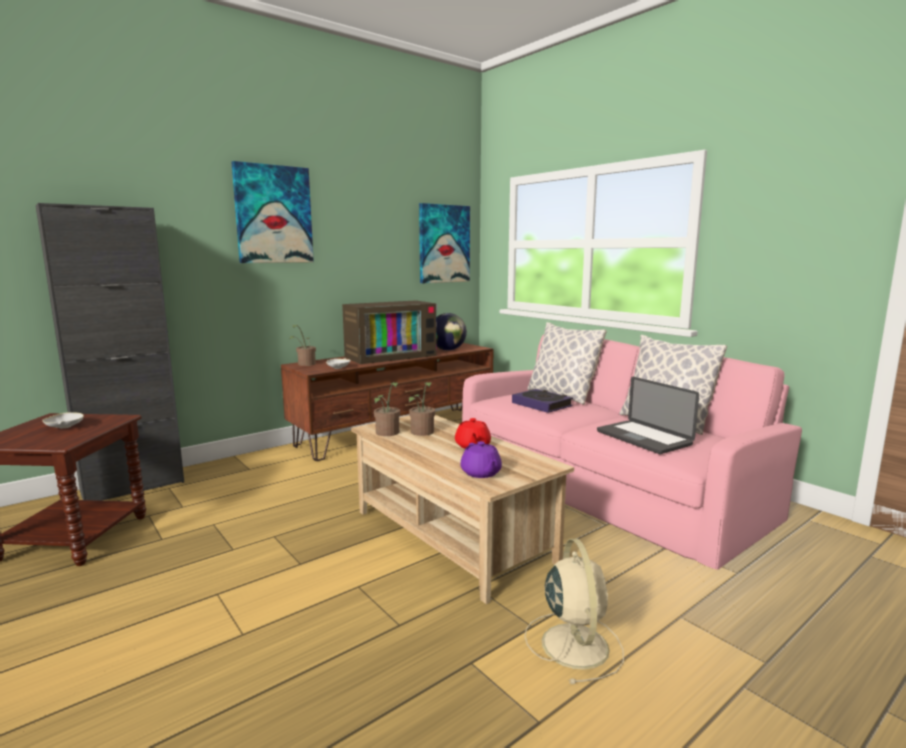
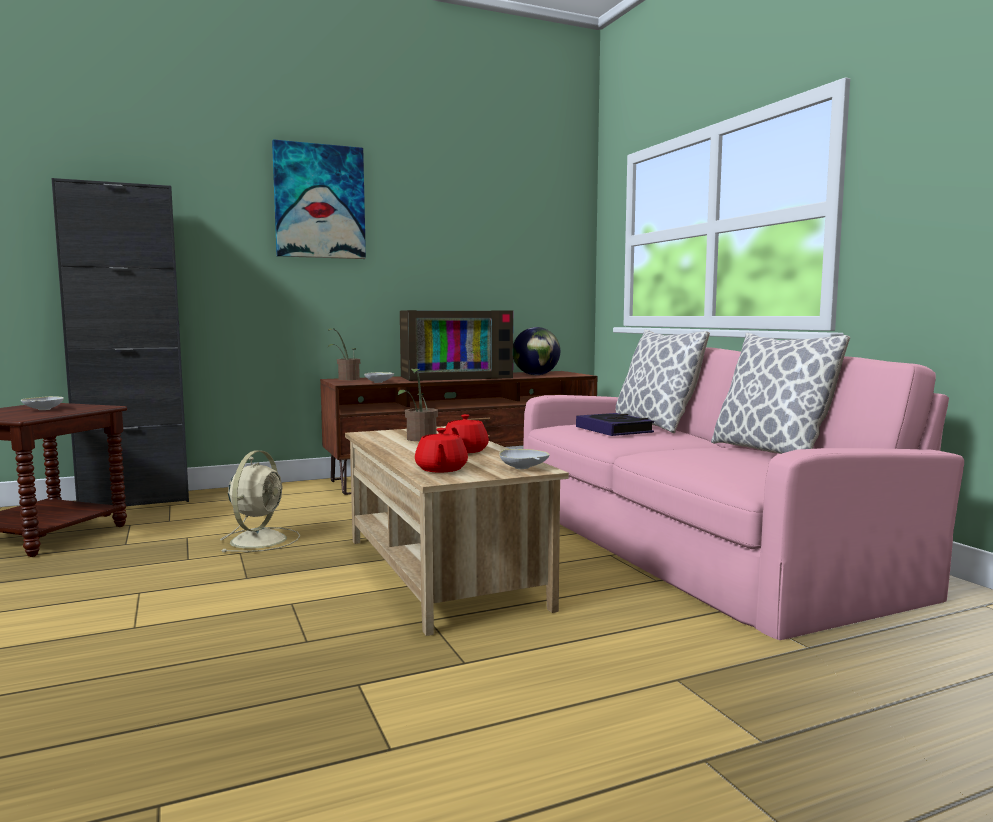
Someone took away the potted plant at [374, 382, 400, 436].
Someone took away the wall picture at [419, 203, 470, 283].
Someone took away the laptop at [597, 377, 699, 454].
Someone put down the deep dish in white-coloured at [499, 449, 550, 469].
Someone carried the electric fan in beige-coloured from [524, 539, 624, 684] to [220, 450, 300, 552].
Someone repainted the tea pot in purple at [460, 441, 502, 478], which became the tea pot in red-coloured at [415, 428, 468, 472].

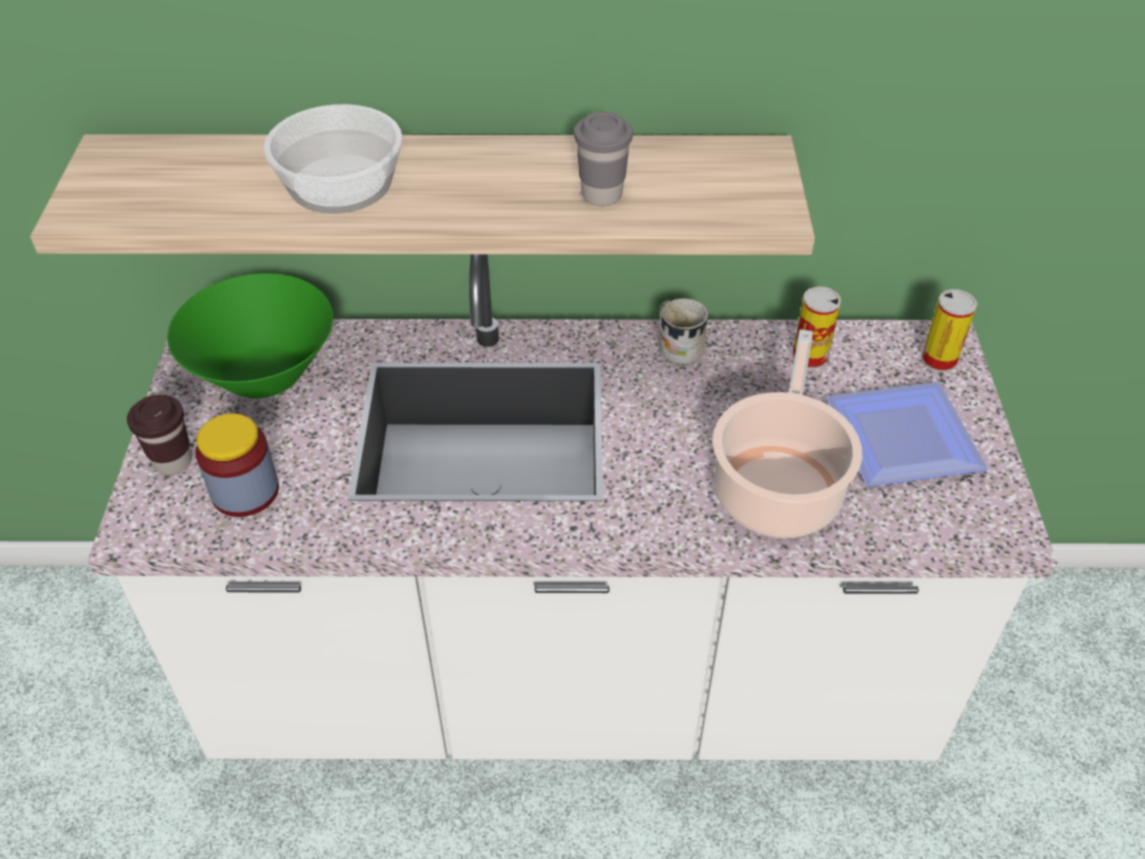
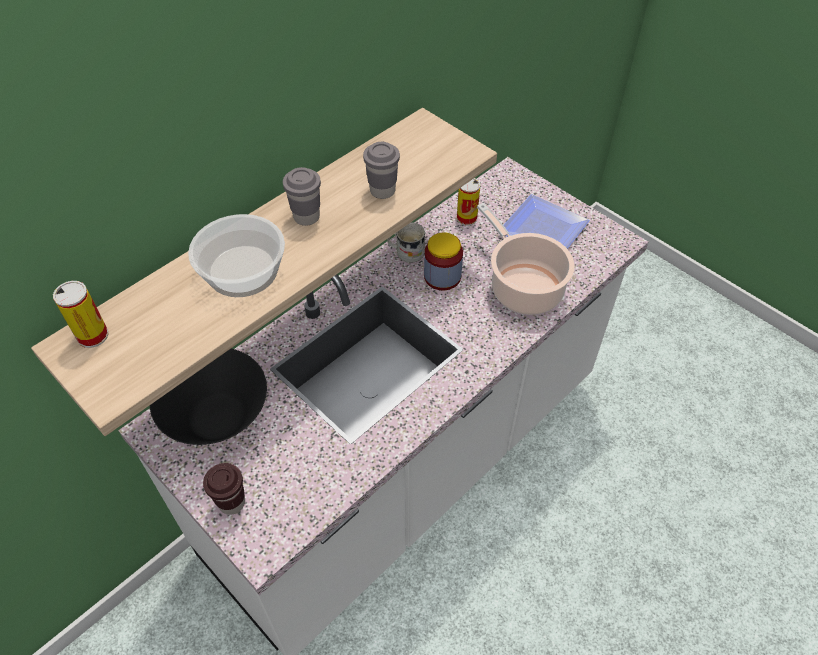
Someone put down the small cup in gray at [283, 167, 321, 226].
Someone carried the storage jar from [195, 413, 279, 517] to [424, 232, 463, 290].
Someone carried the metal can from [921, 289, 977, 372] to [53, 281, 108, 348].
Someone repainted the deep dish in green-coloured at [167, 273, 333, 398], which became the deep dish in black-coloured at [150, 349, 267, 445].

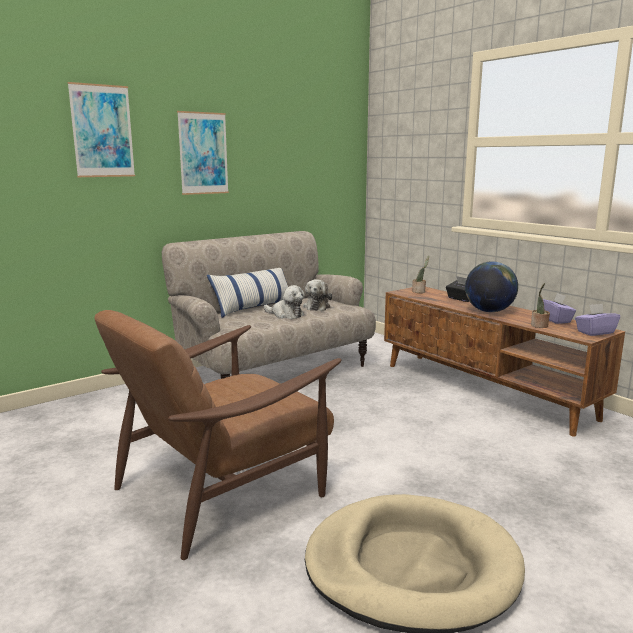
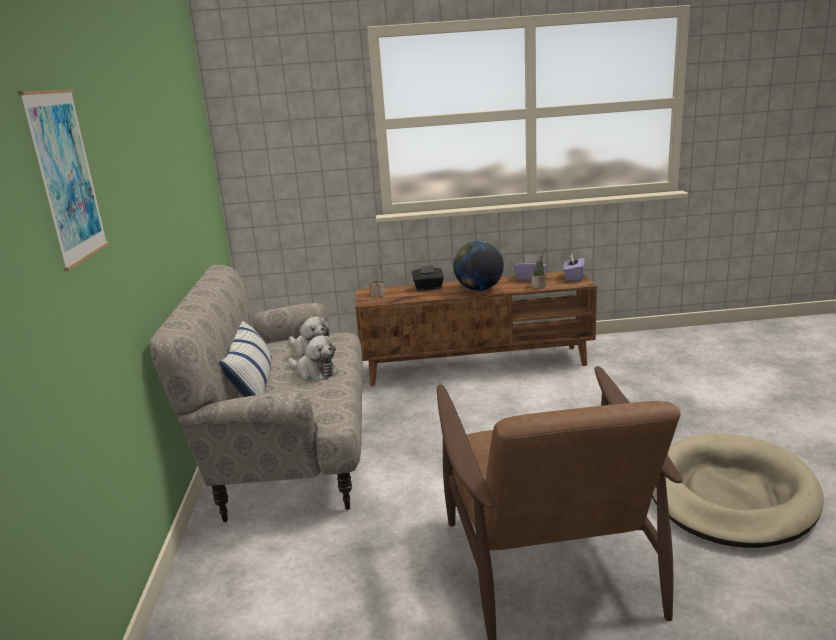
Someone took away the wall picture at [177, 111, 229, 195].
Someone rotated the plush toy at [264, 285, 305, 319] by 60 degrees clockwise.

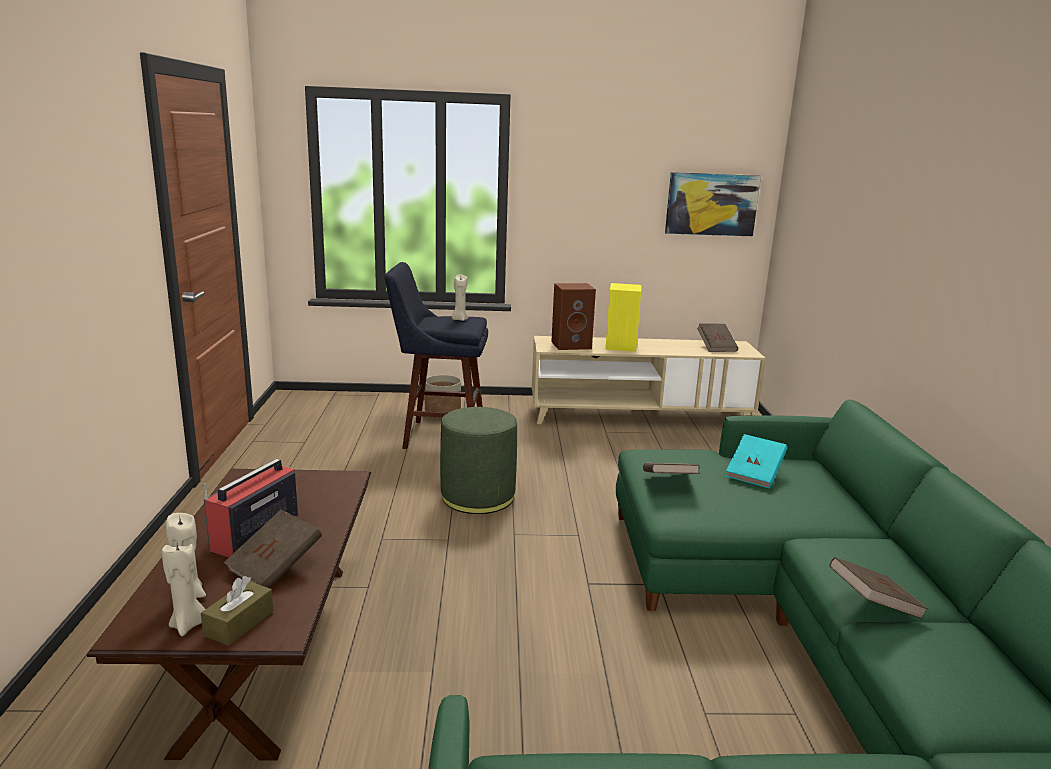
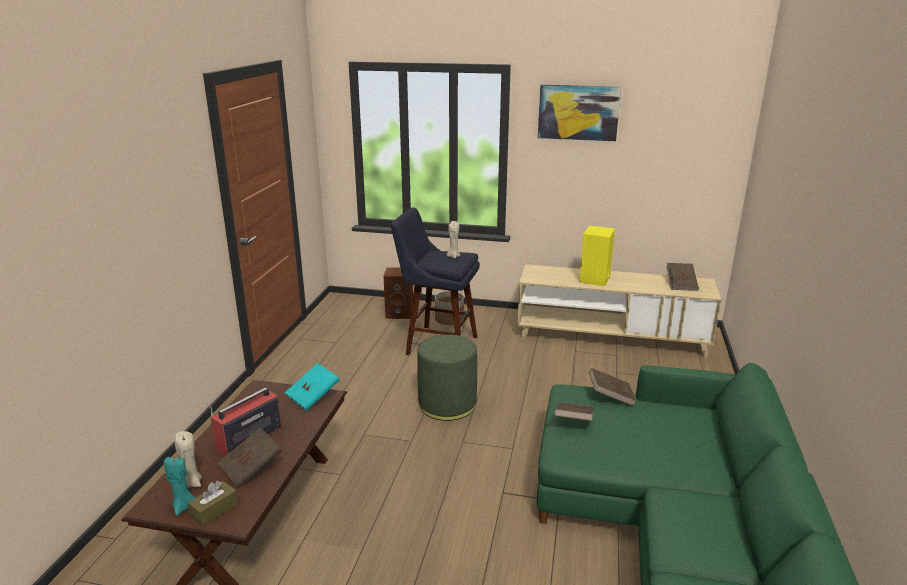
Someone carried the loudspeaker in brown-coloured from [551, 283, 596, 350] to [383, 267, 413, 319].
Someone carried the wall picture from [665, 172, 761, 236] to [538, 85, 621, 141].
Someone carried the book in turquoise-coloured from [726, 434, 788, 489] to [285, 363, 339, 411].
Someone carried the book in brown-coloured from [829, 557, 928, 619] to [589, 368, 637, 406].
Someone repainted the wax candle in beige-coloured at [162, 544, 205, 636], which became the wax candle in turquoise-coloured at [164, 457, 195, 516].

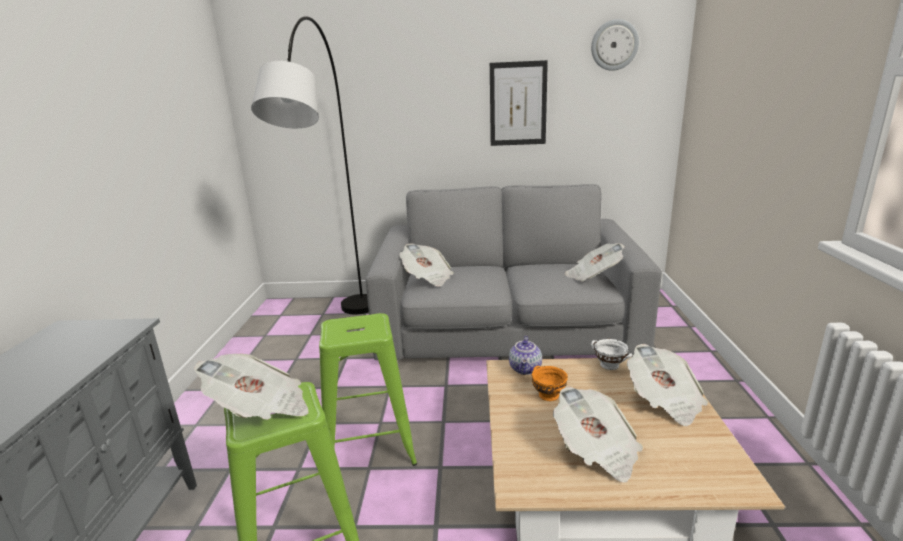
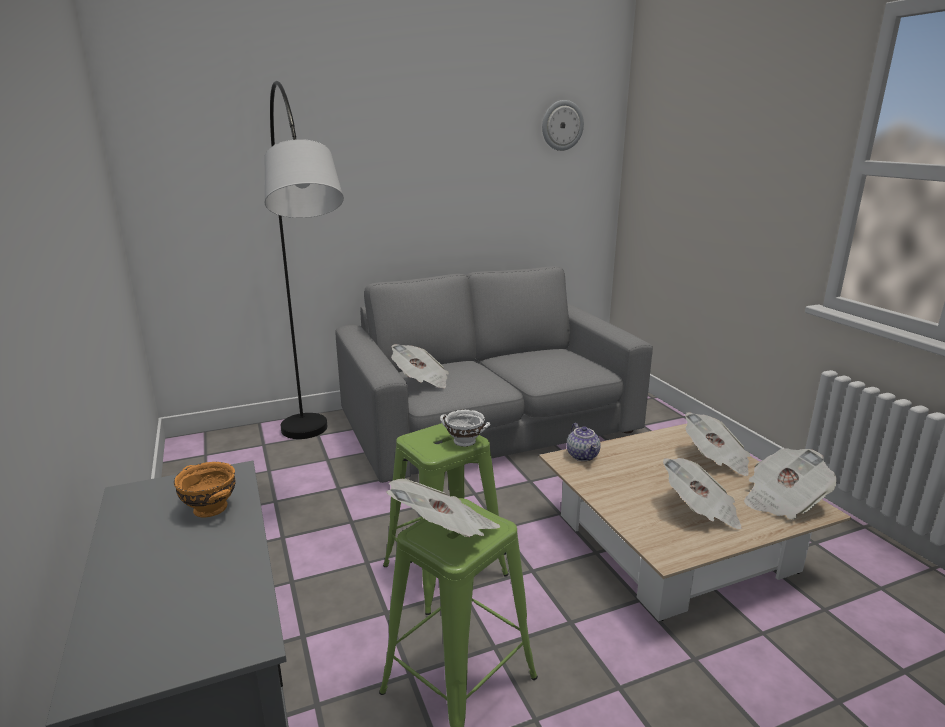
Someone took away the wall picture at [490, 60, 548, 146].
Someone carried the deep dish in orange-coloured from [532, 366, 568, 401] to [174, 462, 235, 517].
Someone carried the daily paper from [565, 243, 625, 282] to [744, 448, 837, 519].
Someone carried the deep dish in white-coloured from [591, 339, 632, 370] to [440, 410, 490, 447].

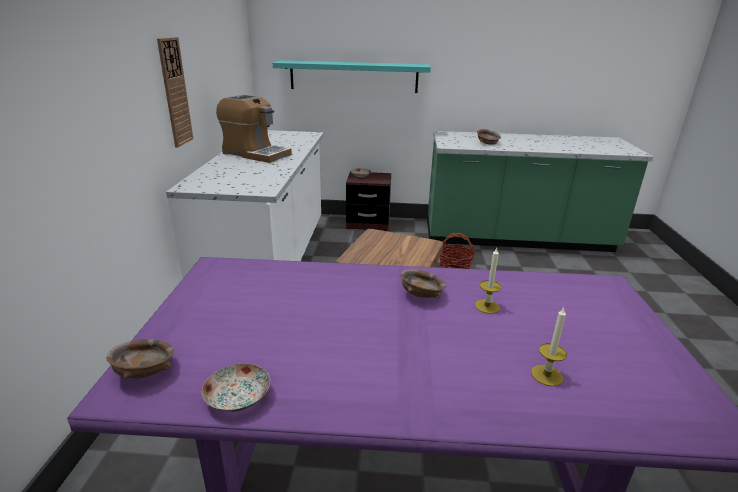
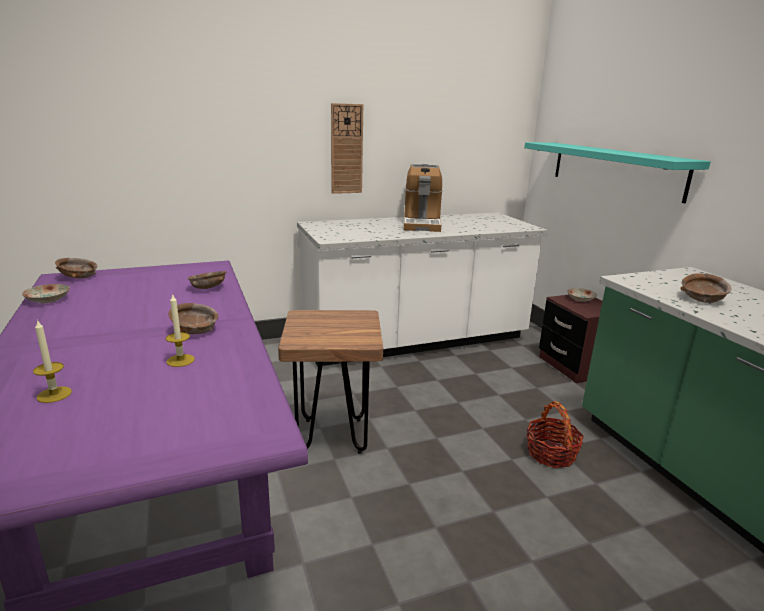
Someone put down the deep dish in brown-coloured at [187, 271, 226, 289].

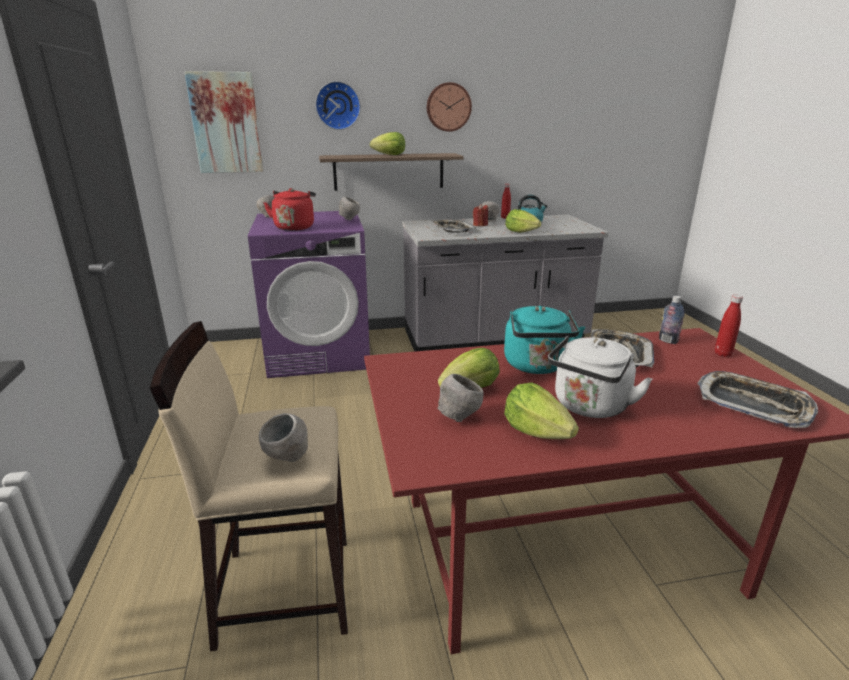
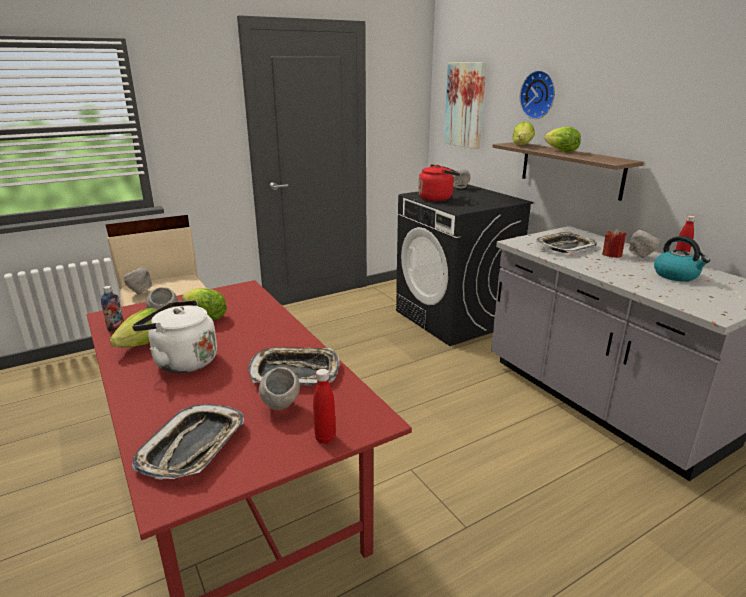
Someone took away the wall clock at [427, 82, 472, 132].
Someone took away the tea kettle in turquoise-coloured at [504, 306, 585, 374].
Someone carried the deep dish in gray from [339, 197, 360, 220] to [259, 367, 300, 410].
Someone carried the lettuce head from [505, 209, 541, 233] to [512, 122, 535, 145].
Someone carried the bottle from [659, 296, 685, 344] to [101, 286, 124, 331].
Someone repainted the laundry appliance in purple at [248, 211, 370, 378], which became the laundry appliance in black-coloured at [396, 184, 533, 346].

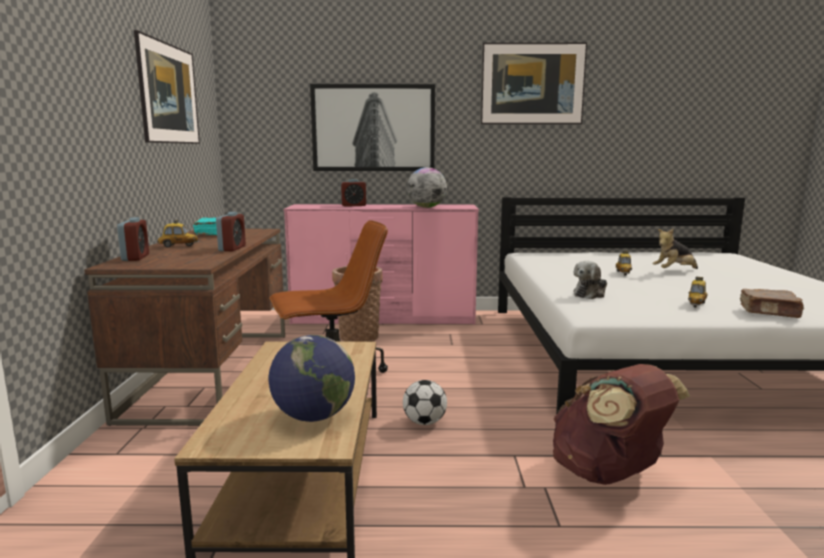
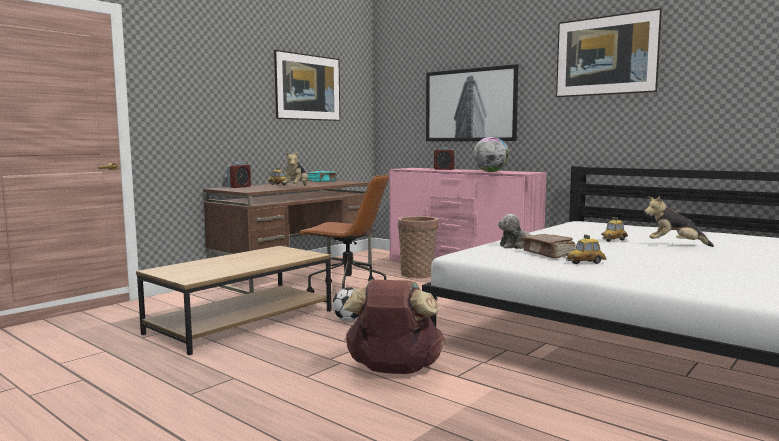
Someone took away the globe at [269, 335, 355, 422].
Someone carried the book in brown-coloured from [740, 289, 804, 318] to [522, 234, 576, 259].
Someone swapped the table clock at [216, 212, 246, 251] for the plush toy at [283, 151, 308, 186].

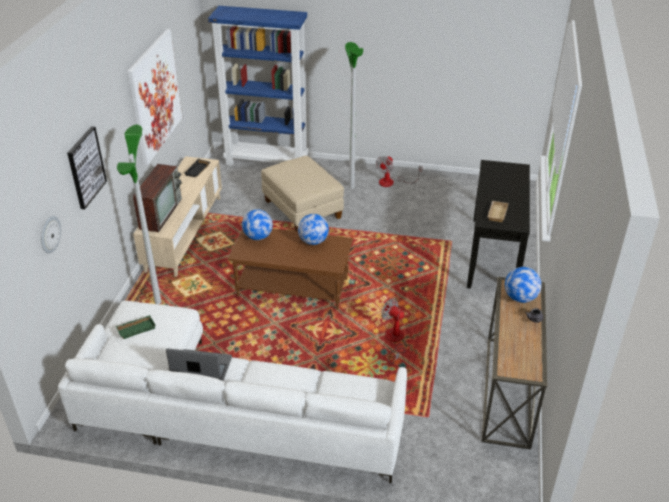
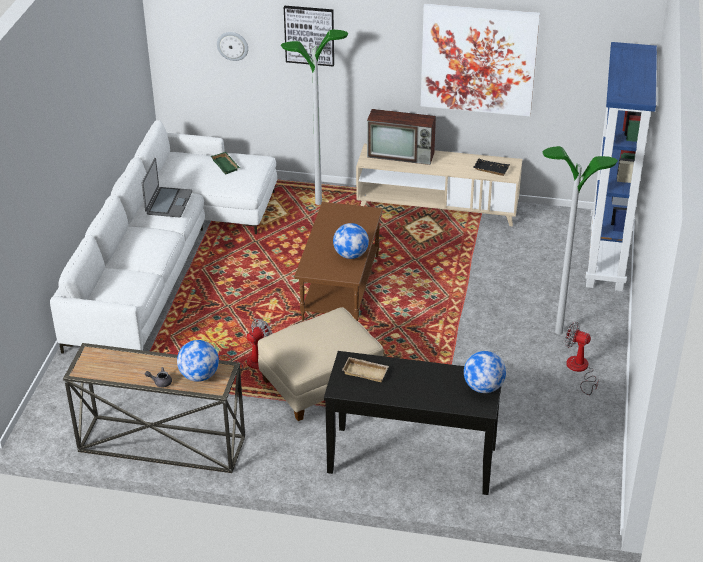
Someone carried the globe from [242, 209, 273, 240] to [464, 351, 506, 393].
Someone carried the footrest in beige-coloured from [261, 156, 344, 231] to [258, 307, 383, 421].

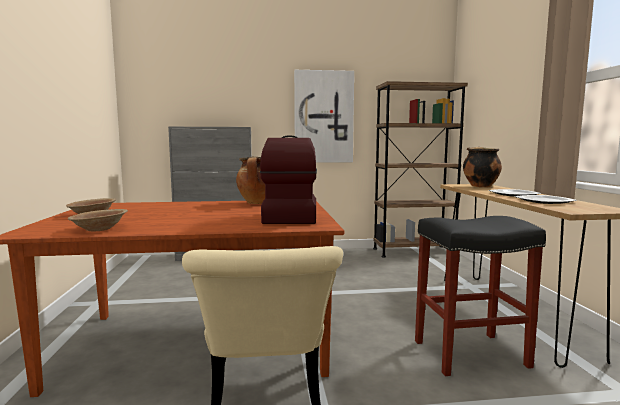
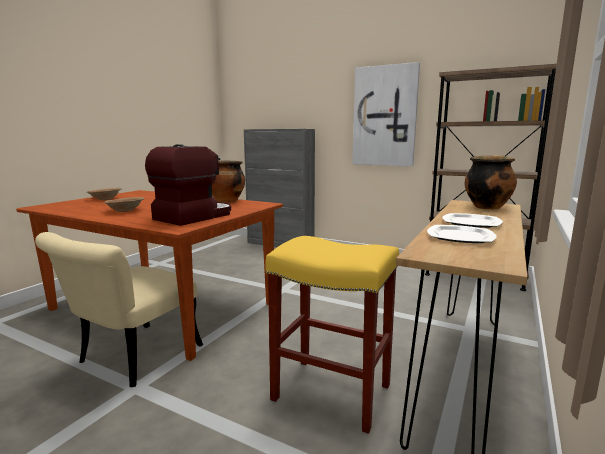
Someone carried the deep dish in brown-coloured from [68, 209, 128, 231] to [104, 197, 144, 212].
Someone repainted the sitting stool in black-coloured at [415, 216, 546, 376], which became the sitting stool in yellowish at [265, 236, 399, 434].

